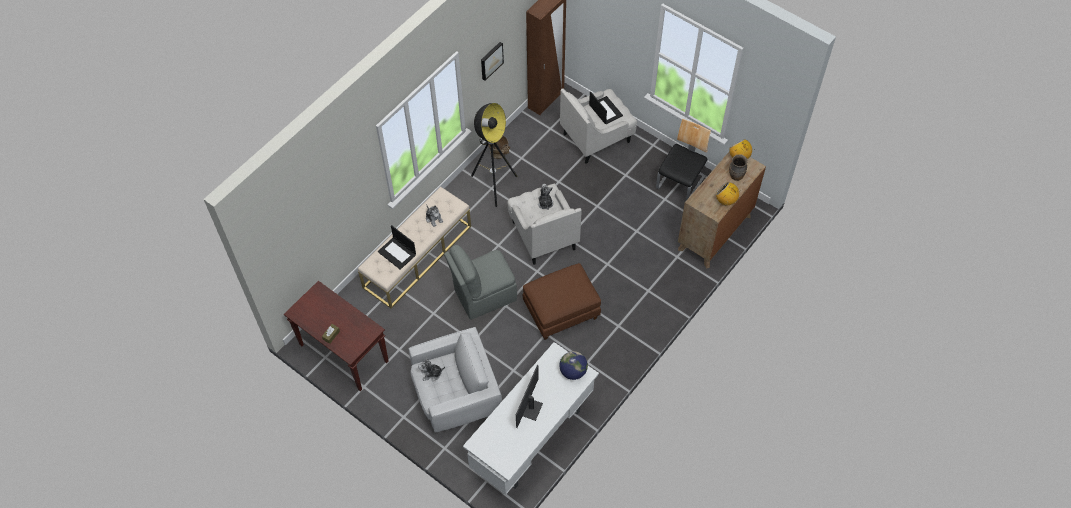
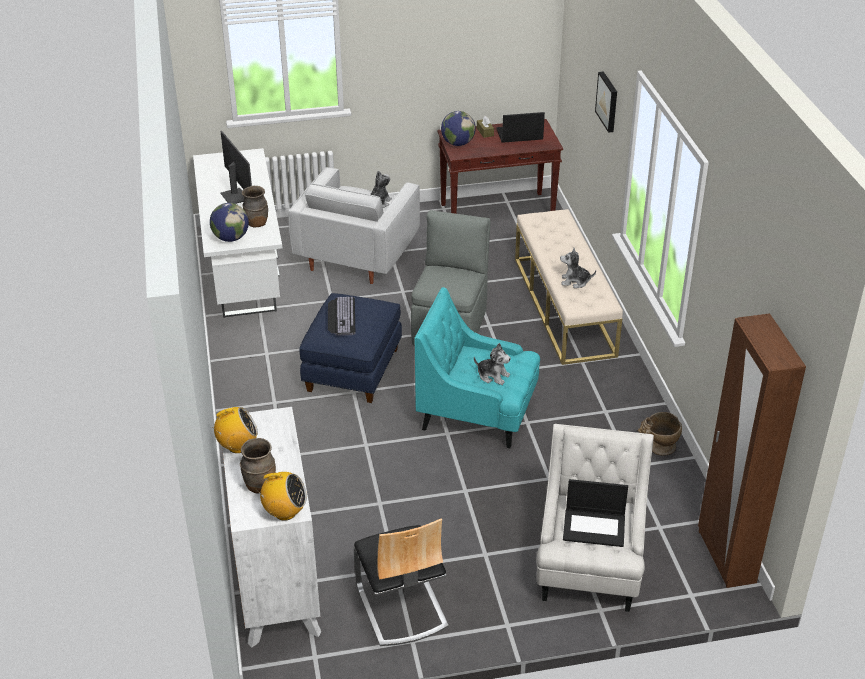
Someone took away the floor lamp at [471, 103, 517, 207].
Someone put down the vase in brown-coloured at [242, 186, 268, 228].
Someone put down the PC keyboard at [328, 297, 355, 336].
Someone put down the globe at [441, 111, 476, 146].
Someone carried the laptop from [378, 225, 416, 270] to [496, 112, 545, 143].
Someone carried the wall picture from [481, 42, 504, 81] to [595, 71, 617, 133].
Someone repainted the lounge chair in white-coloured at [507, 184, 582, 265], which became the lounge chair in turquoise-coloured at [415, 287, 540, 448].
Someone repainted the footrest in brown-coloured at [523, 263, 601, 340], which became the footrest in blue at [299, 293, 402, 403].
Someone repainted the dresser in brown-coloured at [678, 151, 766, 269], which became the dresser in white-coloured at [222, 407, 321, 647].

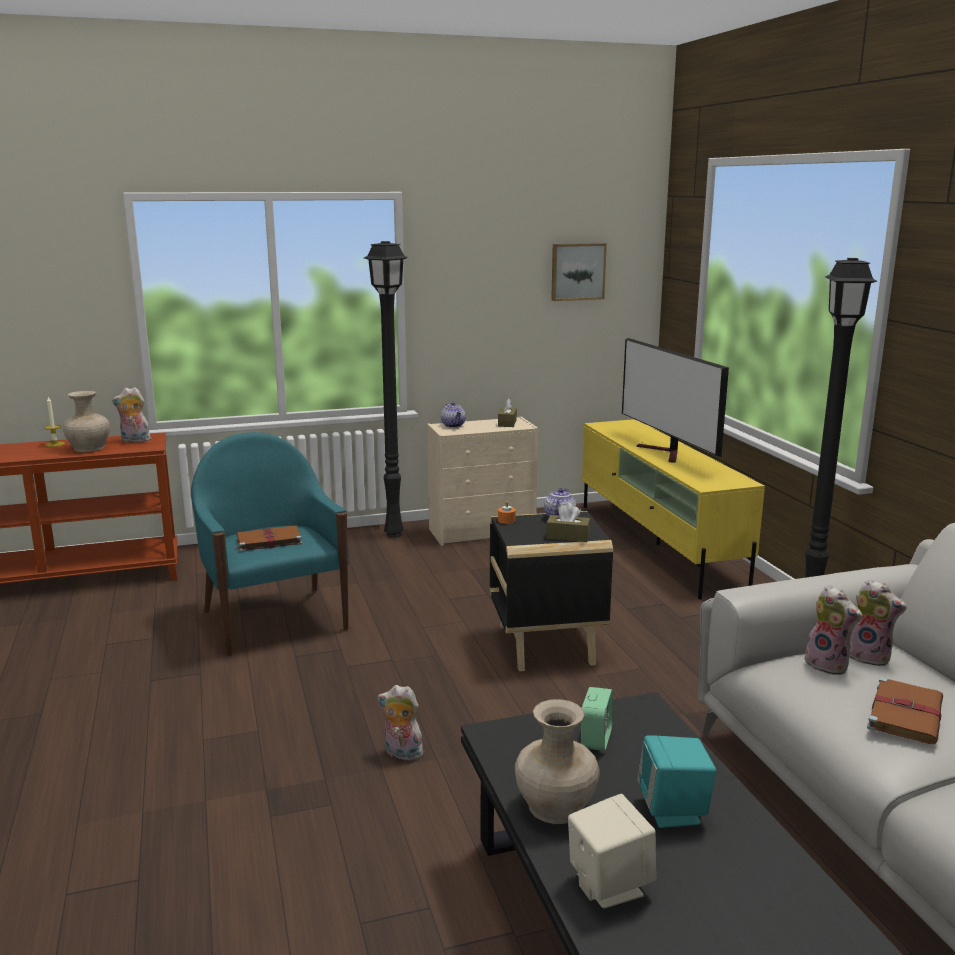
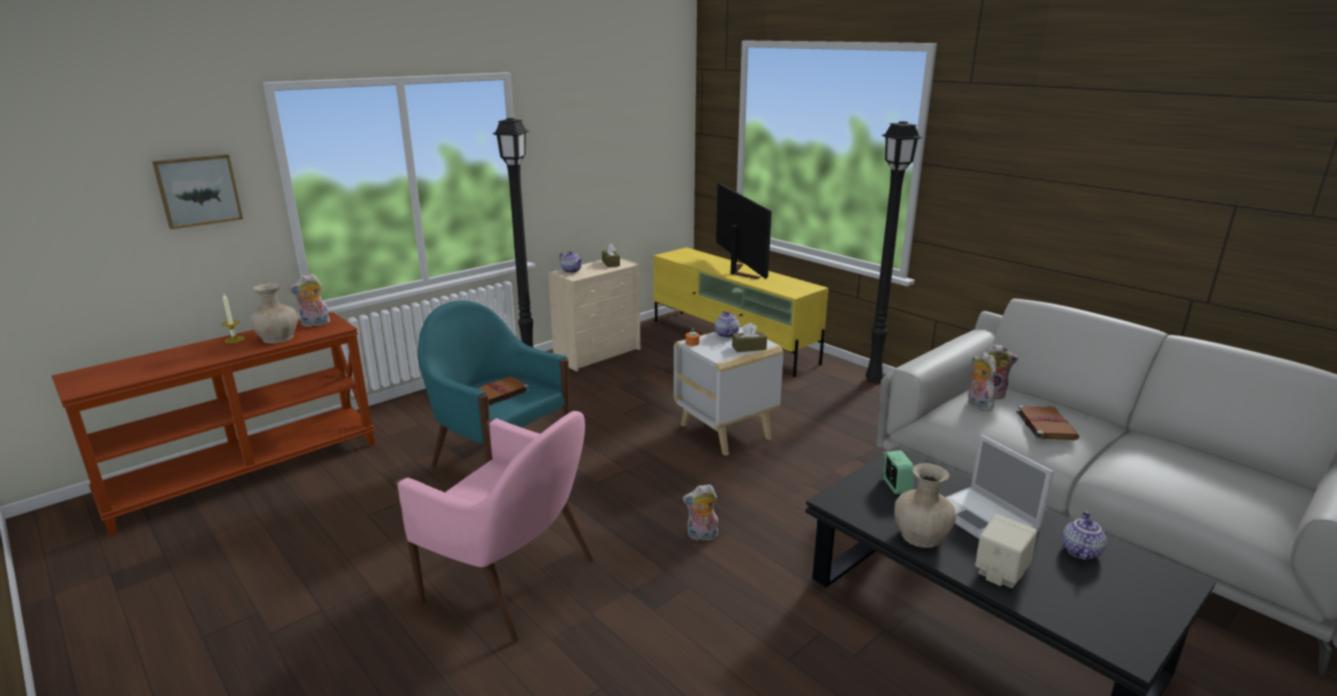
Someone put down the lounge chair in pink-coloured at [395, 411, 593, 642].
Someone put down the tea pot at [1062, 511, 1107, 560].
Someone carried the wall picture from [551, 243, 607, 301] to [152, 154, 243, 229].
Someone swapped the loudspeaker in turquoise-coloured at [637, 735, 716, 828] for the laptop at [946, 435, 1054, 539].
Someone repainted the accent table in black-coloured at [490, 511, 613, 671], which became the accent table in white-coloured at [674, 327, 783, 456].
Someone rotated the television at [622, 338, 729, 463] by 150 degrees counterclockwise.
Someone rotated the plush toy at [802, 585, 862, 675] by 135 degrees counterclockwise.

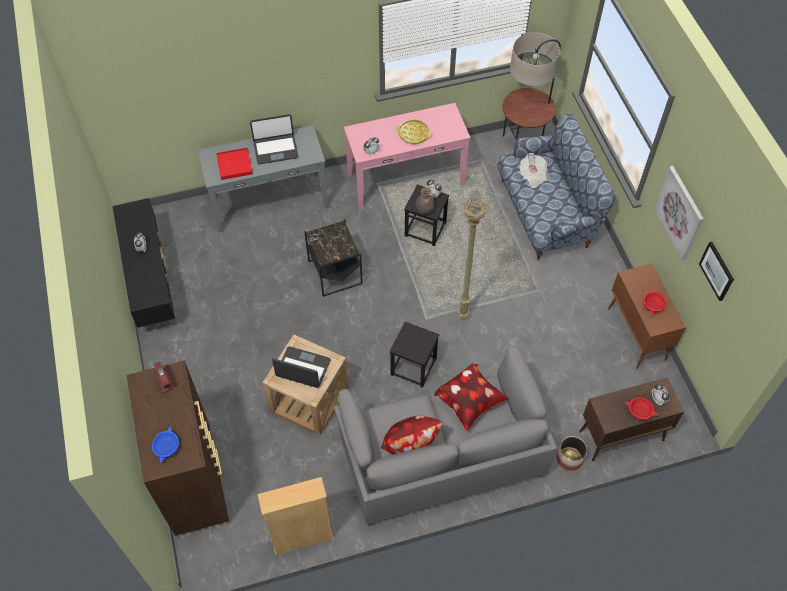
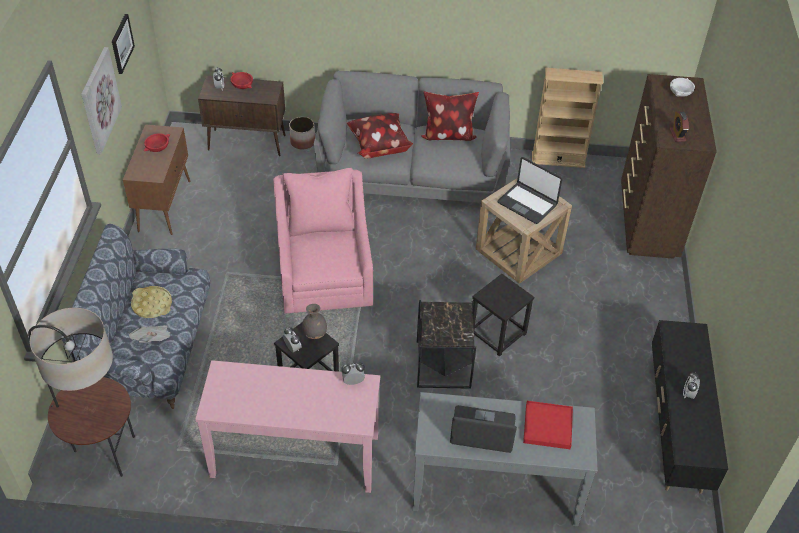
Someone carried the sitting stool in black-coloured from [390, 322, 439, 388] to [472, 274, 534, 357].
Someone carried the tray in yellowish from [396, 120, 432, 144] to [131, 286, 172, 318].
Someone swapped the floor lamp in beige-coloured at [457, 197, 487, 320] for the lounge chair in pink-coloured at [273, 168, 373, 313].
Someone repainted the deep dish in blue at [152, 427, 179, 463], which became the deep dish in white-coloured at [670, 78, 695, 97].

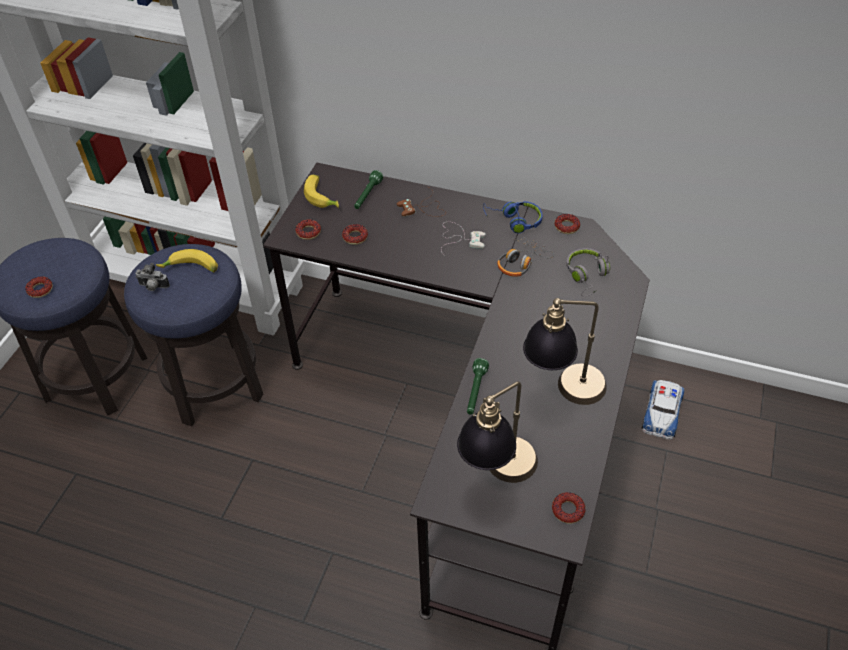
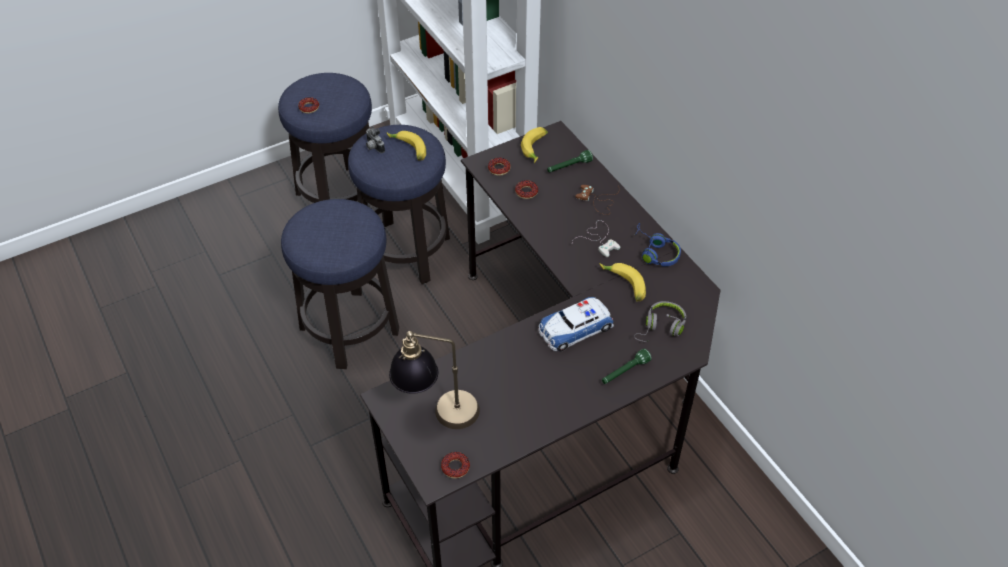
Someone took away the tabletop lamp at [523, 298, 607, 405].
Someone took away the donut at [554, 214, 580, 234].
Someone put down the sitting stool at [281, 199, 399, 369].
Someone carried the torch in green-coloured from [467, 358, 489, 415] to [602, 349, 652, 384].
Someone carried the toy car from [642, 380, 684, 440] to [538, 297, 614, 352].
Someone swapped the headset at [497, 238, 554, 277] for the banana fruit at [599, 263, 646, 301].

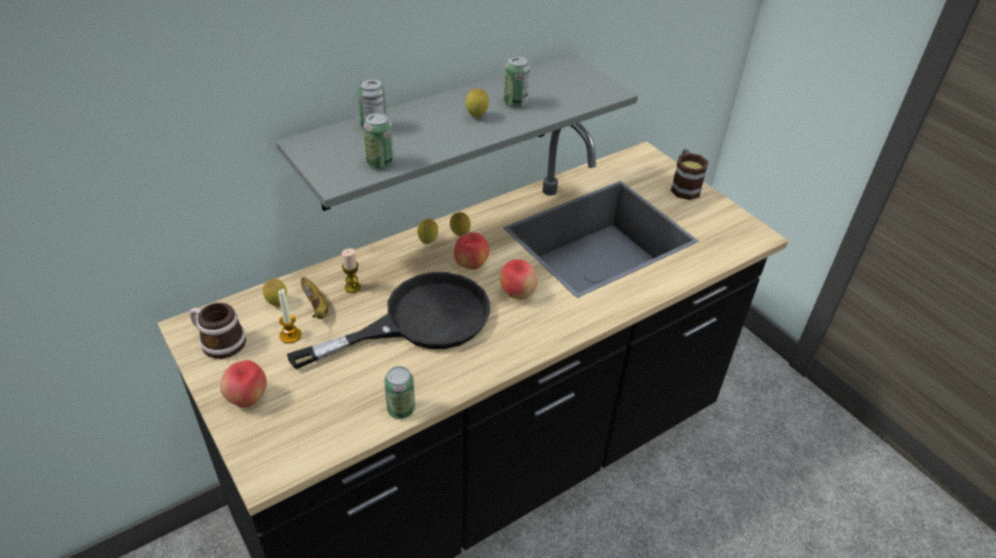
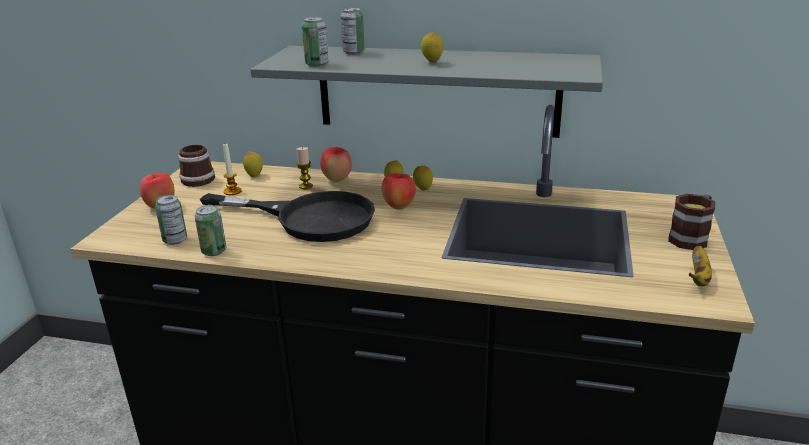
Someone carried the banana fruit from [301, 277, 328, 319] to [689, 245, 712, 286].
Someone carried the apple from [500, 259, 538, 300] to [320, 147, 352, 182].
Someone carried the metal can from [504, 56, 530, 108] to [155, 195, 187, 245].

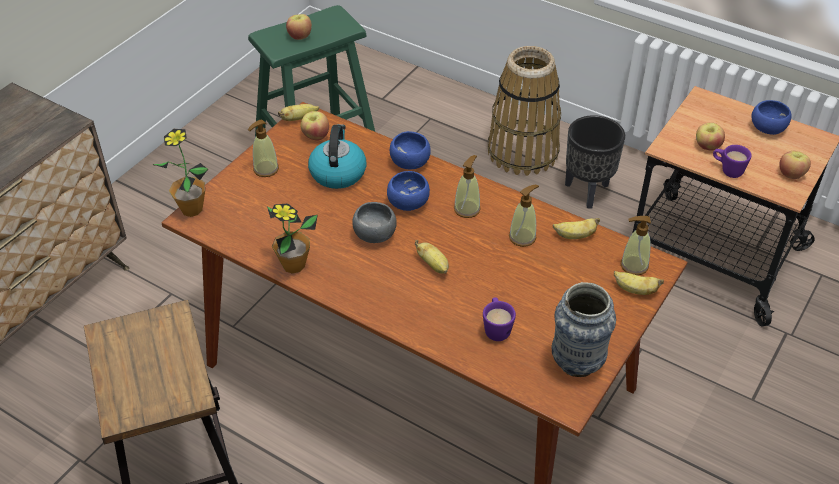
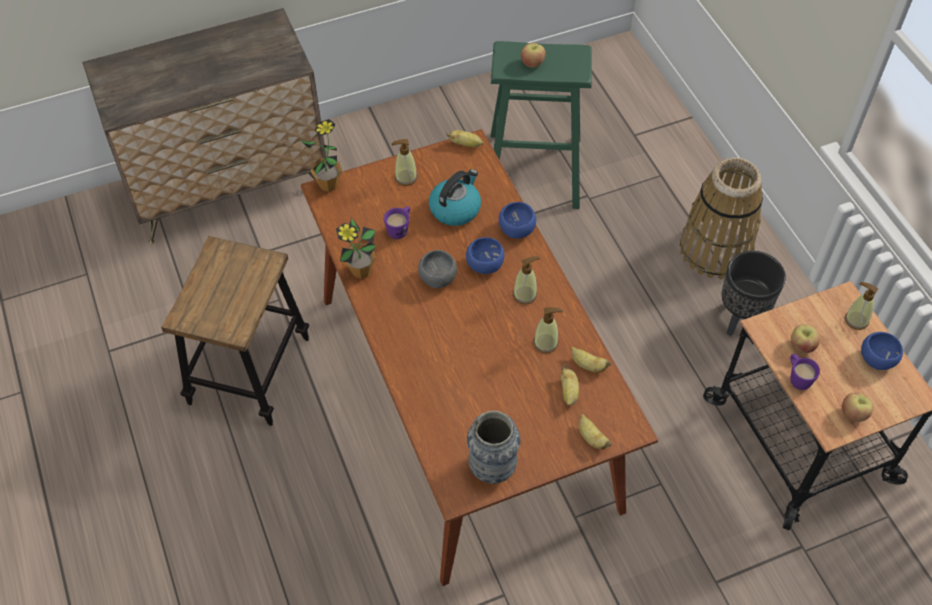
Someone took away the apple at [301, 111, 329, 140].
Someone carried the banana fruit from [415, 240, 449, 274] to [561, 365, 579, 407].
Someone carried the coffee mug in purple from [483, 297, 516, 341] to [384, 206, 410, 239].
Someone carried the liquid soap bottle from [621, 216, 651, 275] to [845, 282, 878, 330].

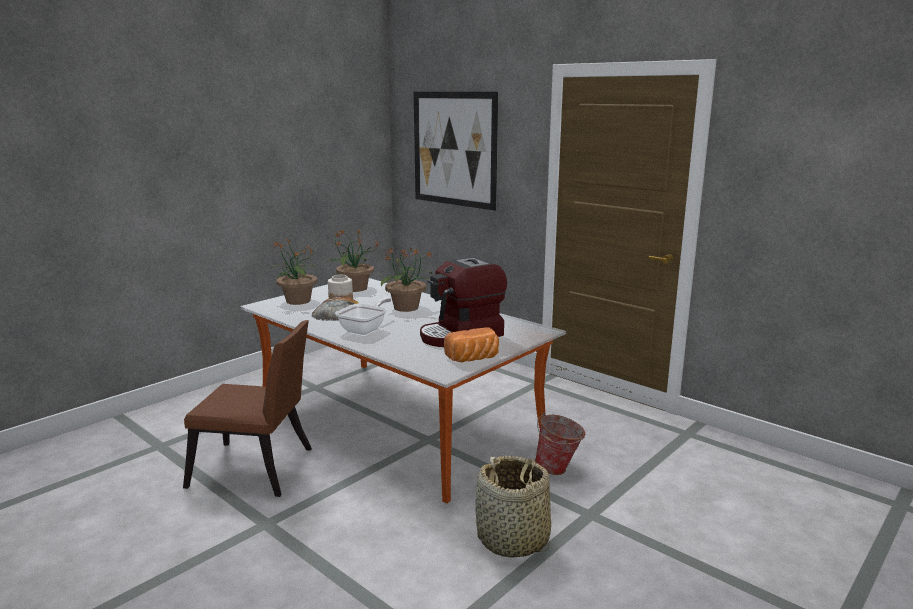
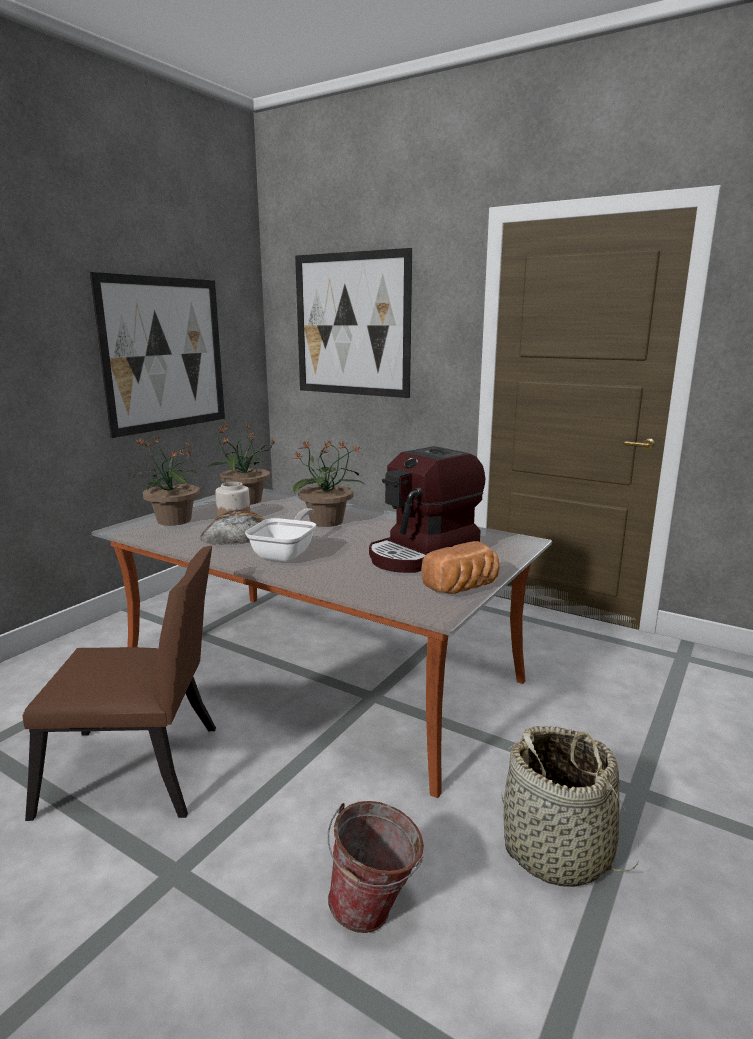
Someone put up the wall picture at [90, 272, 225, 438].
Someone carried the bucket from [535, 412, 585, 475] to [328, 801, 424, 933].

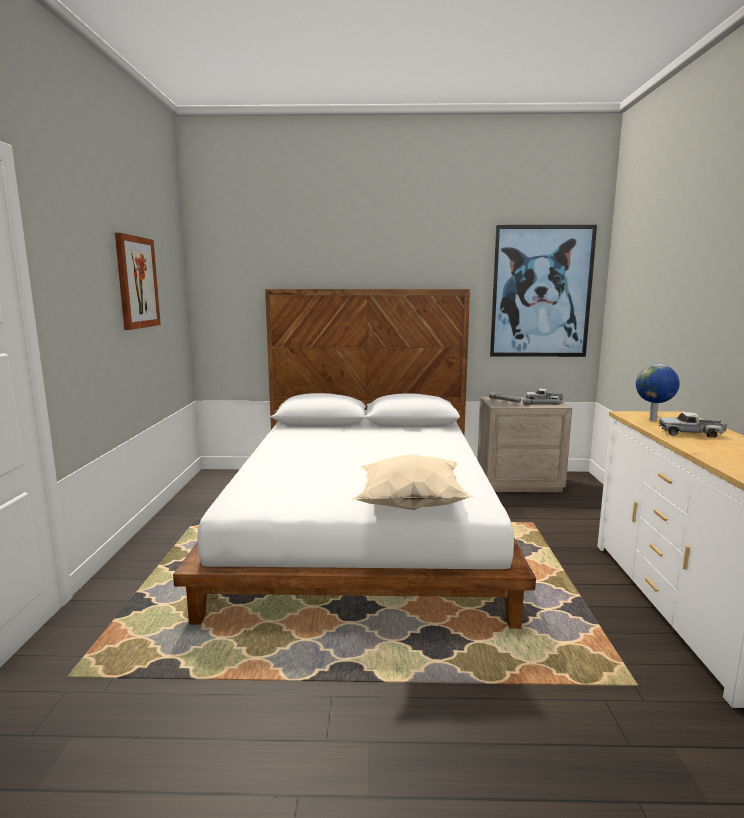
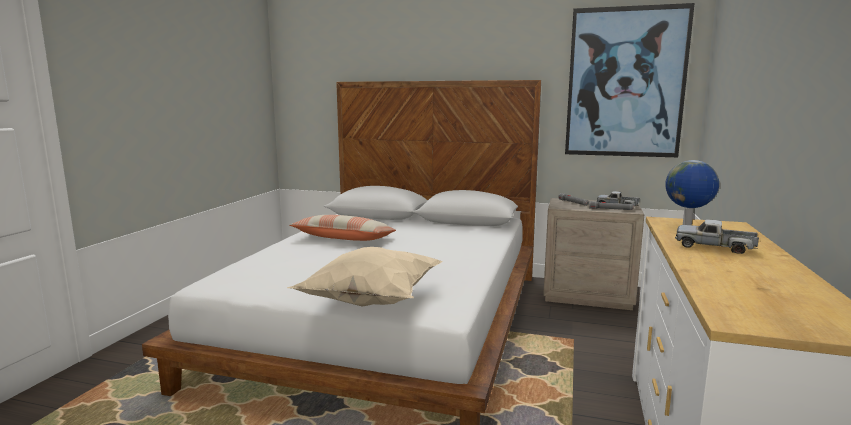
Someone took away the wall picture at [115, 233, 161, 330].
Someone put down the pillow at [289, 215, 396, 241].

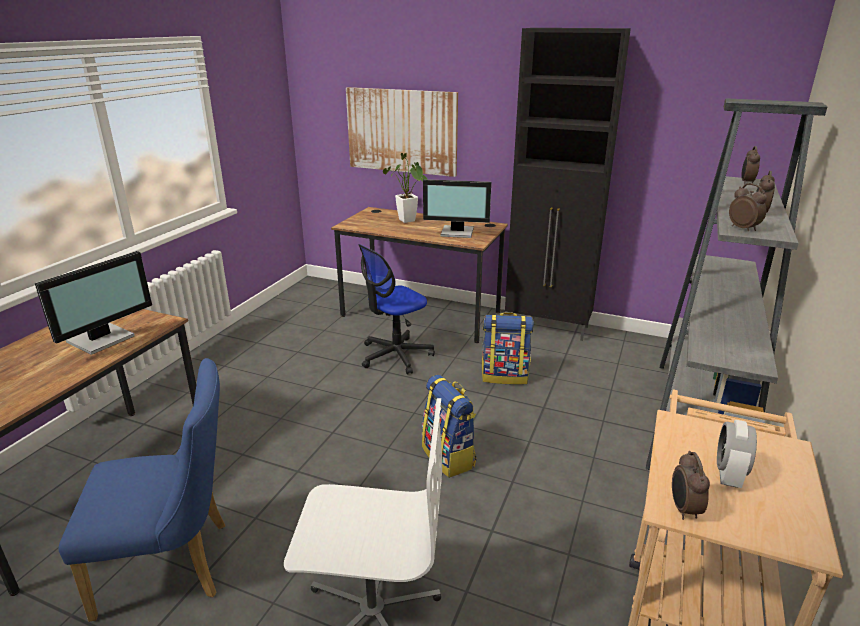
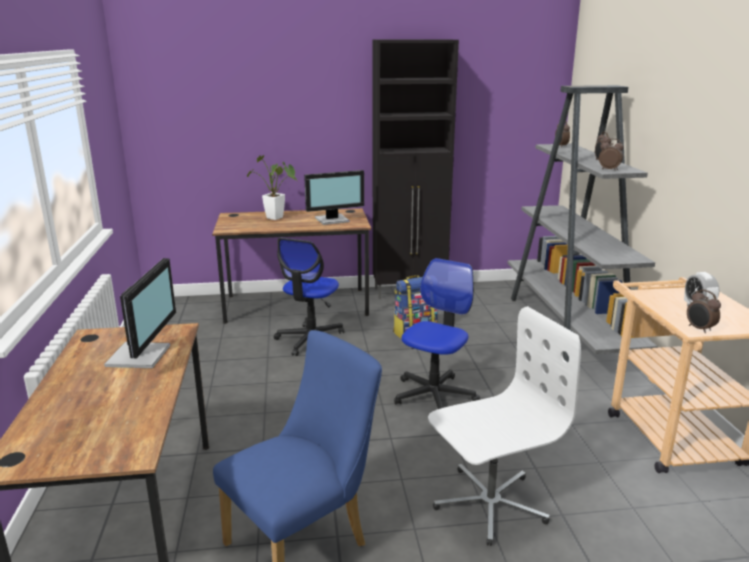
Someone took away the wall picture at [346, 87, 458, 177].
Someone swapped the rucksack at [422, 375, 477, 478] for the computer chair at [394, 258, 480, 409].

